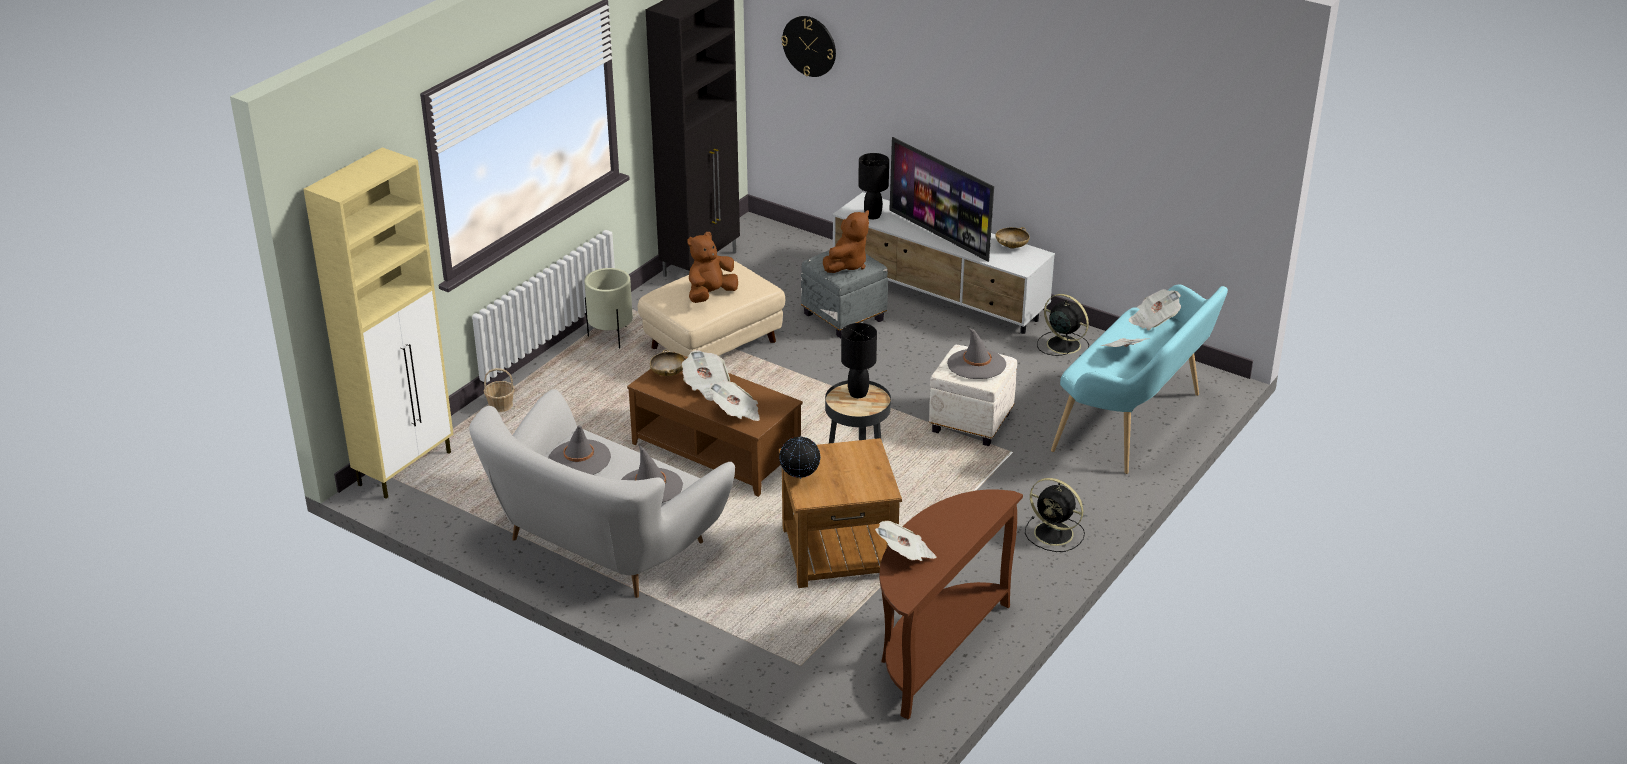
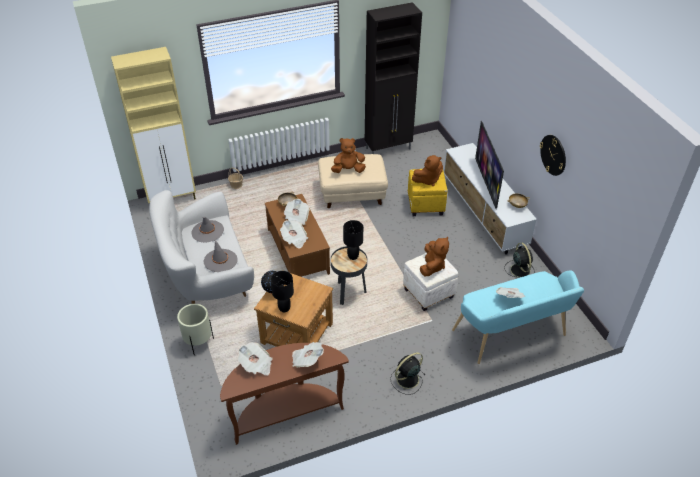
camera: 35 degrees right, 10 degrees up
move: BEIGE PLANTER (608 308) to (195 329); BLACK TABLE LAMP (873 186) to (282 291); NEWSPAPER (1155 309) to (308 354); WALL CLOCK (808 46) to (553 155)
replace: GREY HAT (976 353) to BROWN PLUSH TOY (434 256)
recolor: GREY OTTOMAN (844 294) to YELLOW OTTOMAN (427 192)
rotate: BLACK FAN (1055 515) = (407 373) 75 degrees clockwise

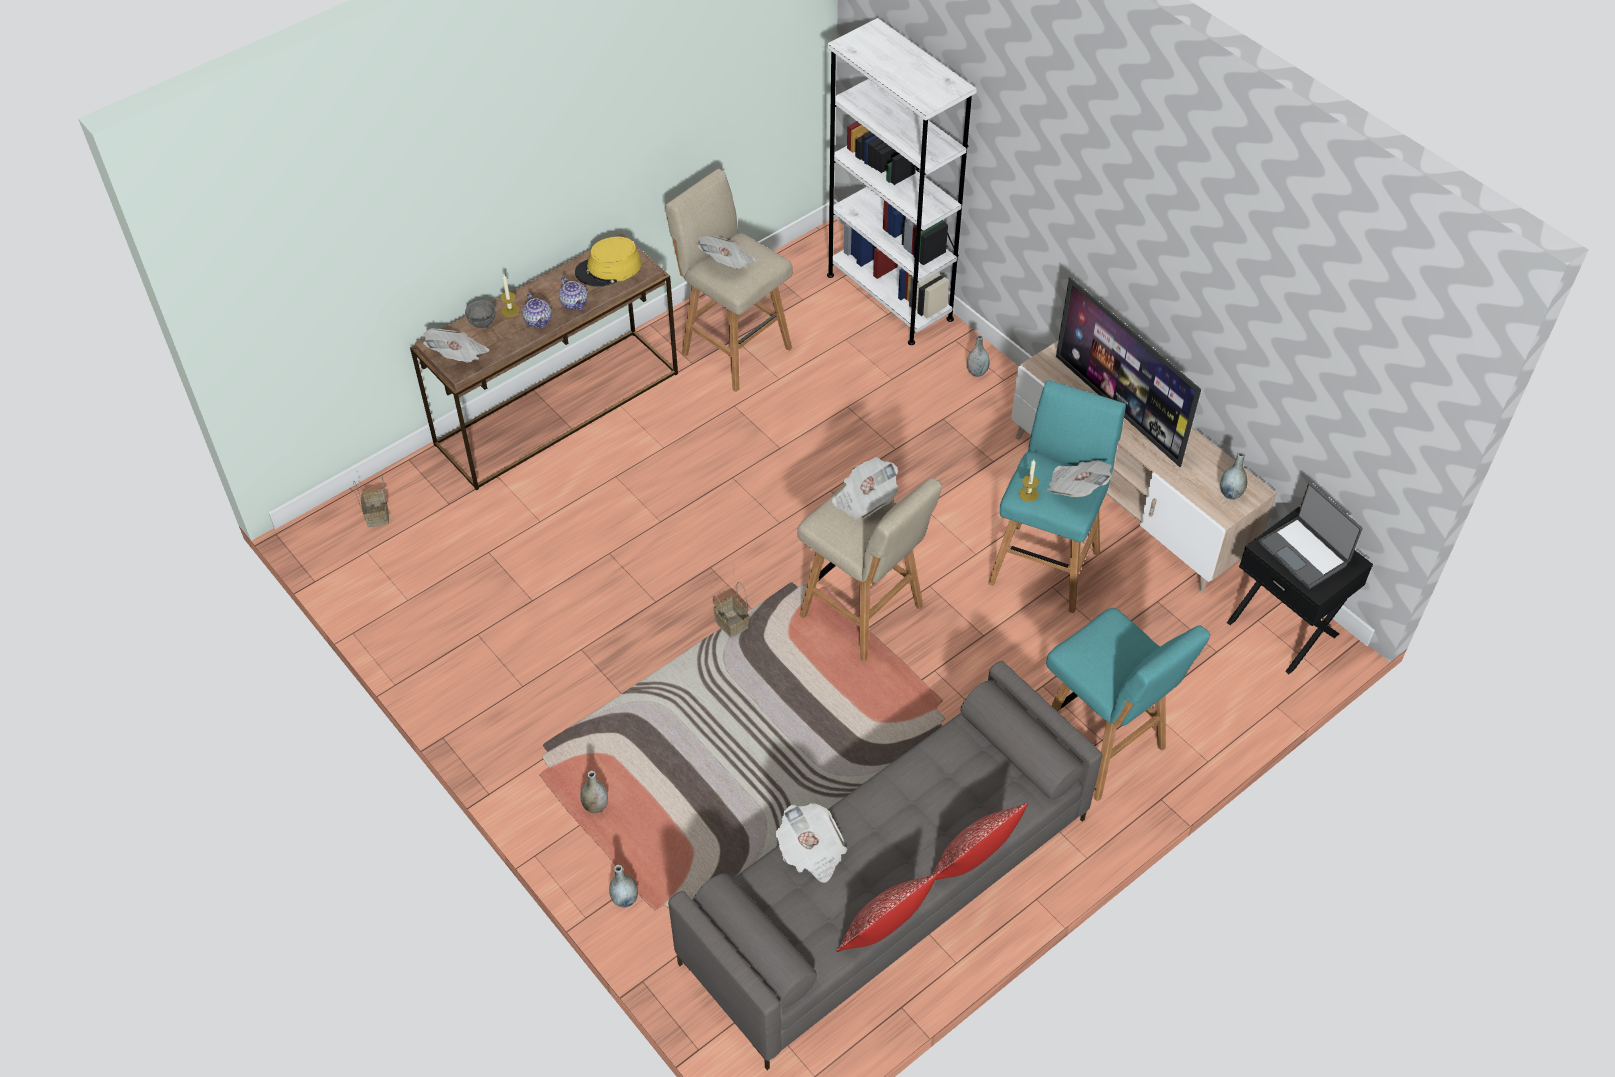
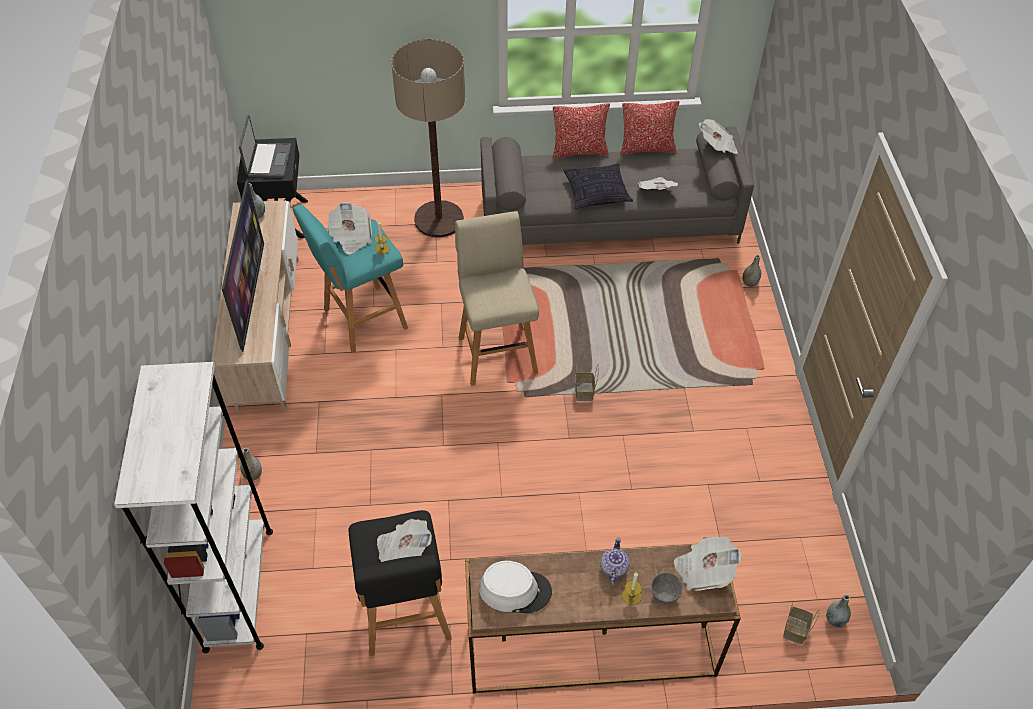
camera: 145 degrees left, 0 degrees up
delete: TEAPOT (573 293)
insert: PILLOW (598 186)
move: NEWSPAPER (865 489) to (718 136); GREY VASE (594 792) to (838 610)
replace: TURQUOISE STOOL (1128 705) to FLOOR LAMP (428 138)
recolor: BEIGE STOOL (728 280) to BLACK STOOL (400 583); YELLOW HAT (608 262) to WHITE HAT (515 587)

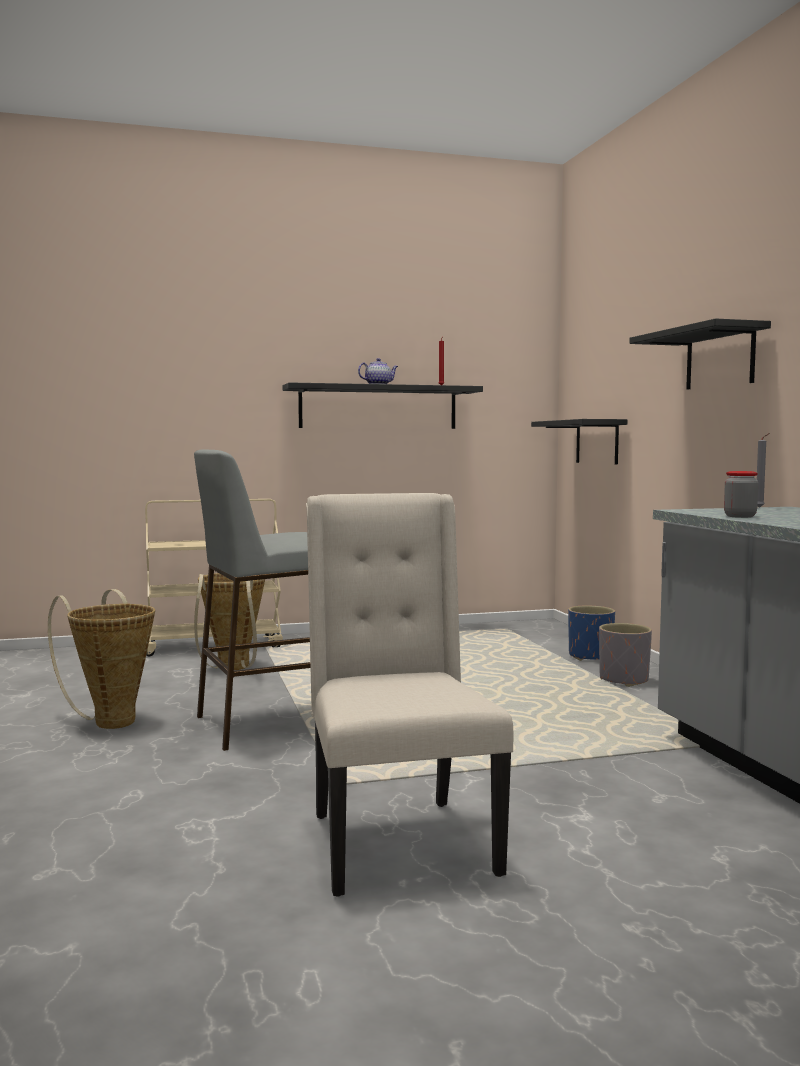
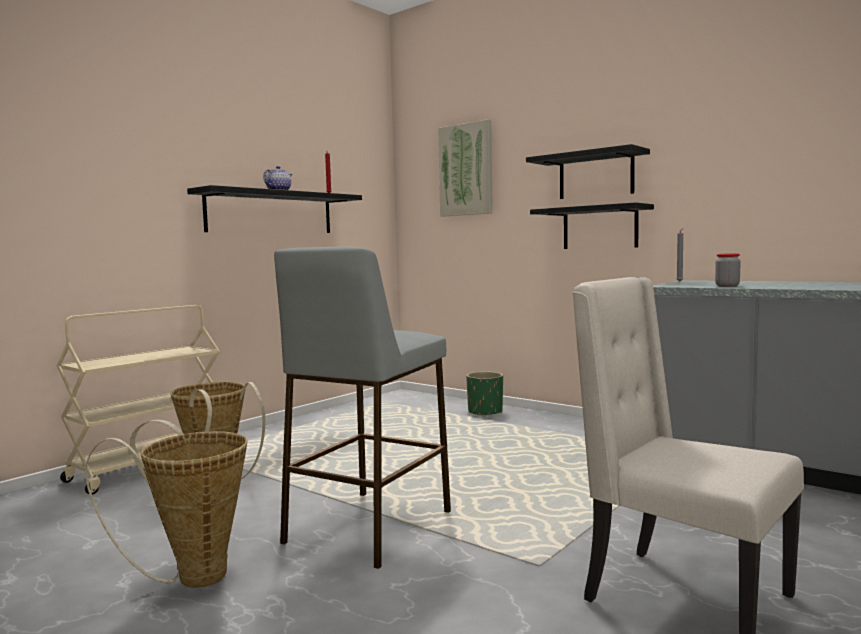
camera: 35 degrees left, 0 degrees up
delete: GREY PLANTER (625 655)
insert: PICTURE (465 168)
move: BLACK SHELF (579 441) to (592 225)
recolor: BLUE PLANTER (591 633) to GREEN PLANTER (484 394)

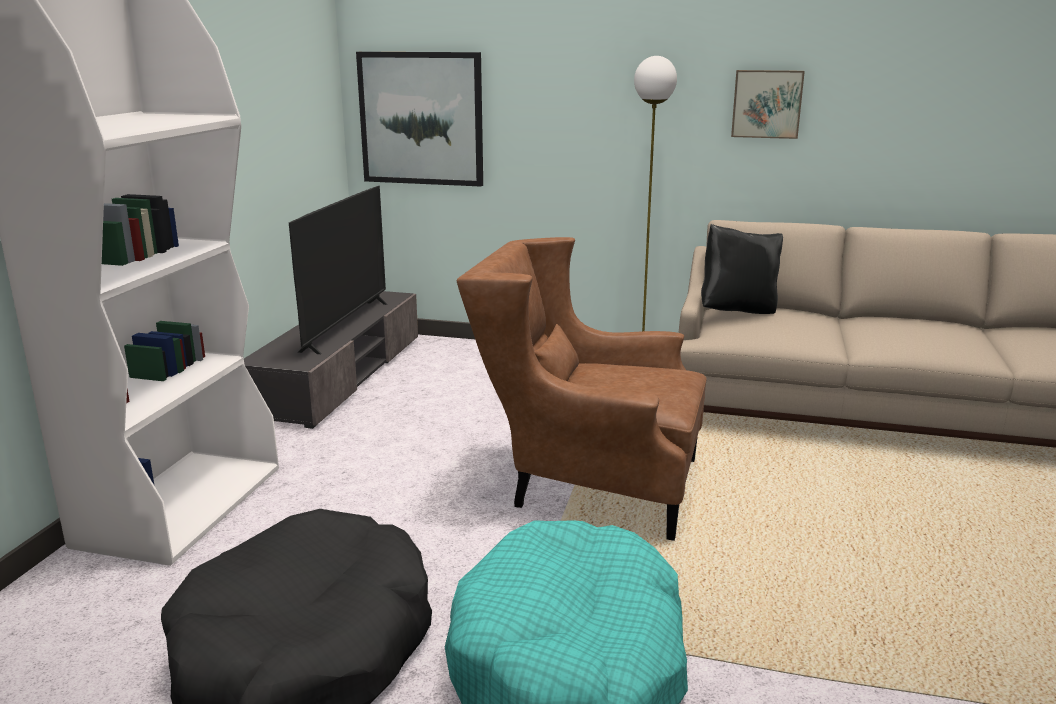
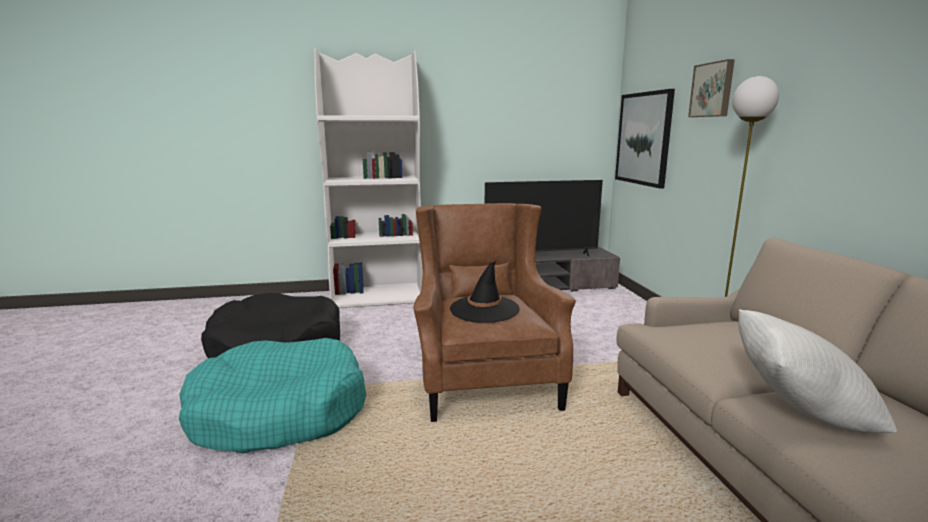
camera: 65 degrees right, 5 degrees down
delete: BLACK PILLOW (742 269)
insert: BLACK HAT (485 292); WHITE PILLOW (818 371)
move: PICTURE (768 104) to (711 88)

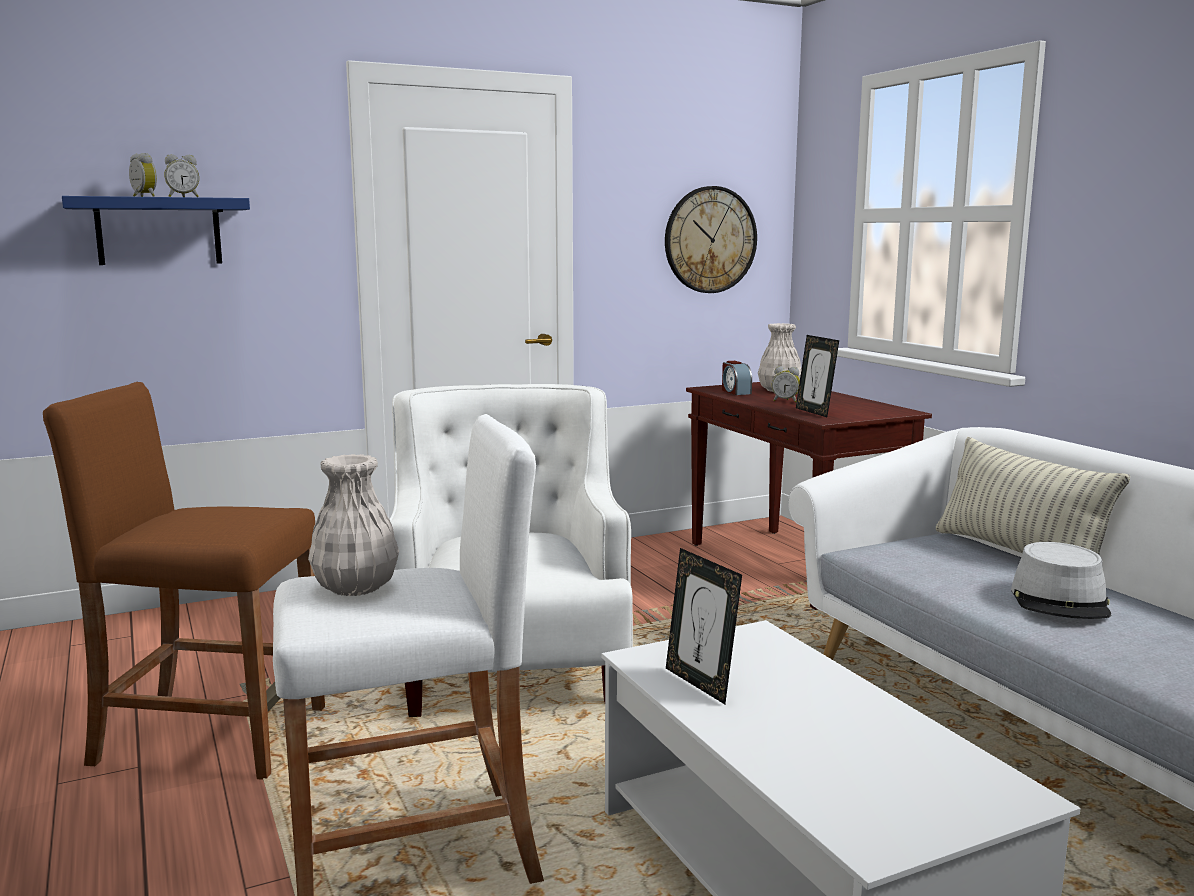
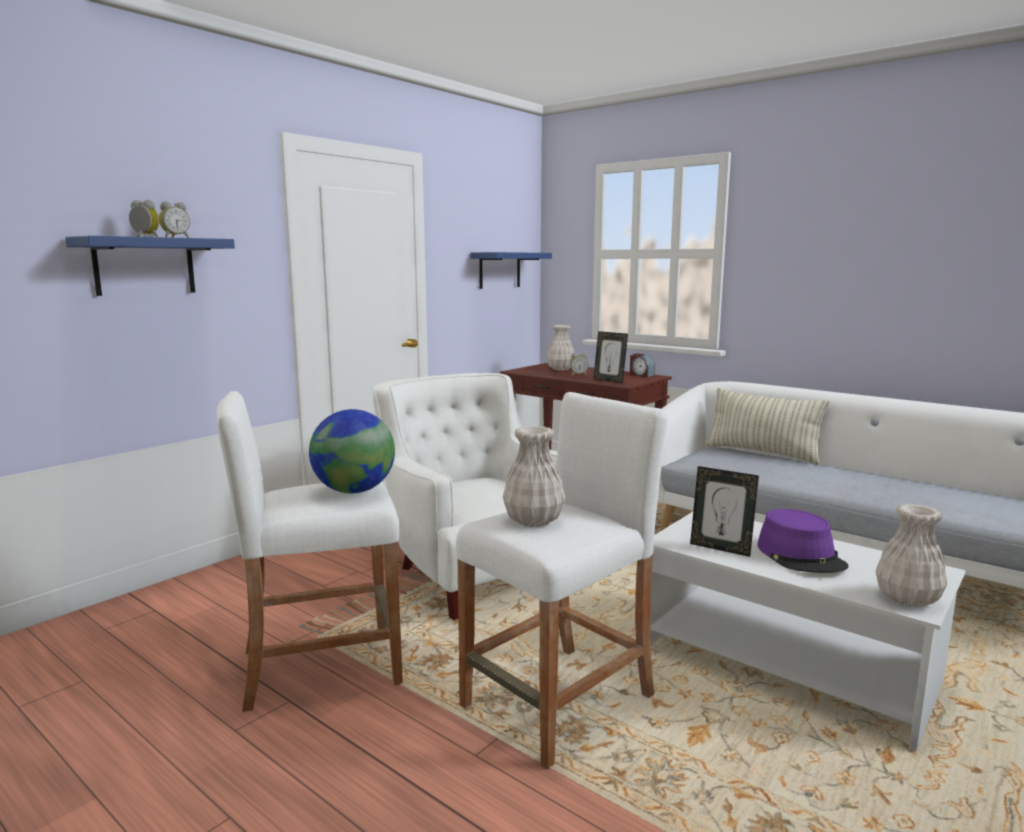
camera: 25 degrees left, 0 degrees up
delete: GREY HAT (1061 580)
insert: GLOBE (352 451); PURPLE HAT (802 541); WHITE VASE (911 555)
move: ALARM CLOCK (737 378) to (642 365)
replace: WALL CLOCK (711 239) to BLUE SHELF (511 270)
recolor: BROWN STOOL (184 581) to WHITE STOOL (310 551)

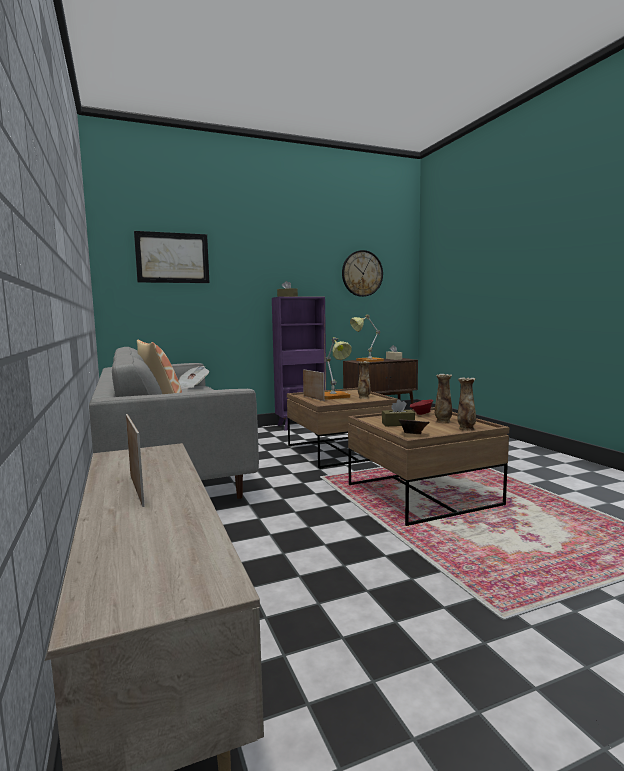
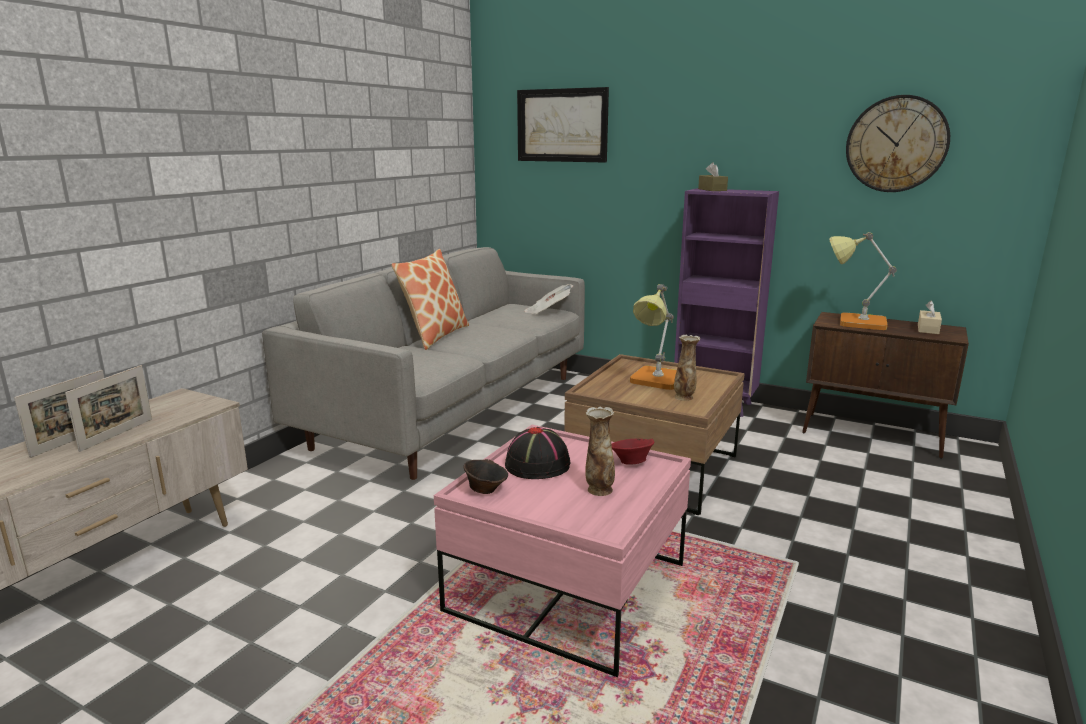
camera: 50 degrees right, 10 degrees up
delete: VASE (467 404)
move: PICTURE FRAME (314 385) to (108 408)
replace: BROWN TISSUE BOX (398 412) to BLACK HAT (538 453)
recolor: BROWN COFFEE TABLE (428 466) to PINK COFFEE TABLE (562 551)

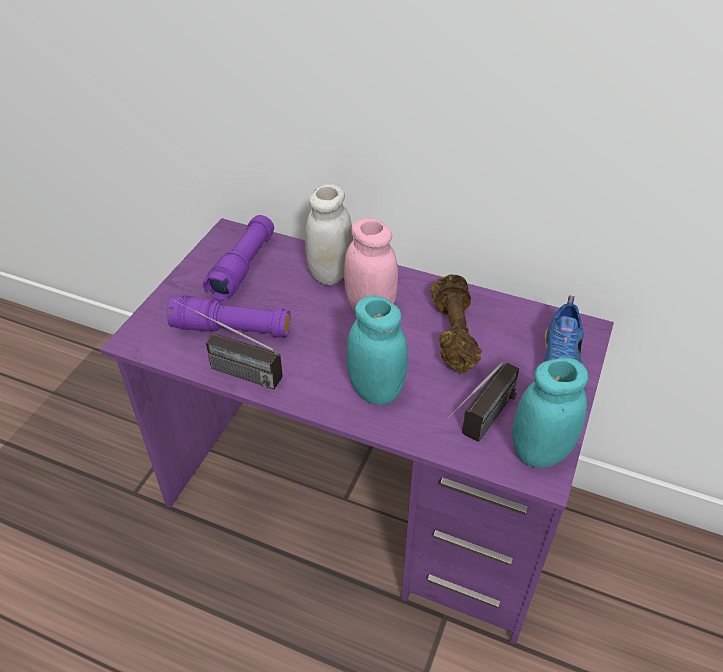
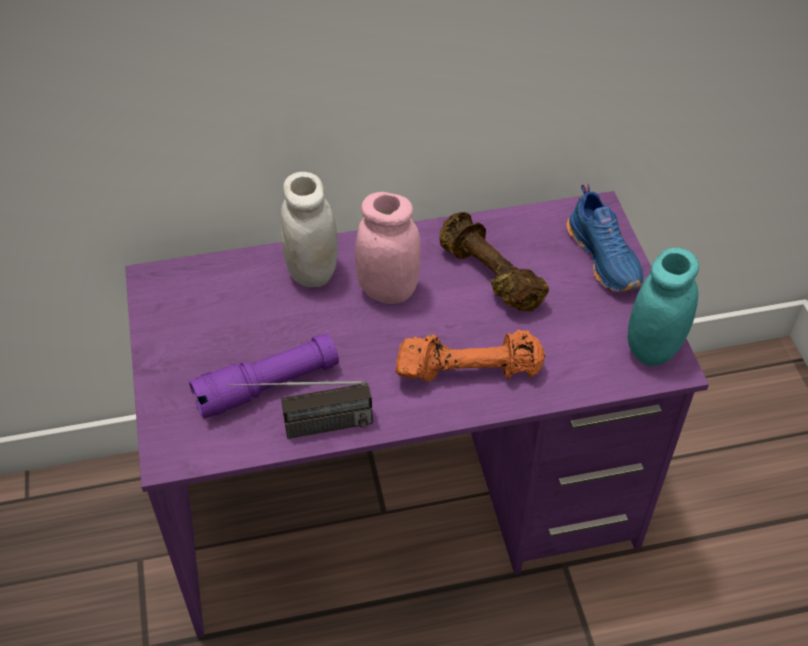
camera: 35 degrees left, 5 degrees up
delete: PURPLE FLASHLIGHT (238 258); RADIO (483 402)
replace: TURQUOISE JAR (377 350) to ORANGE DUMBBELL (470 355)

